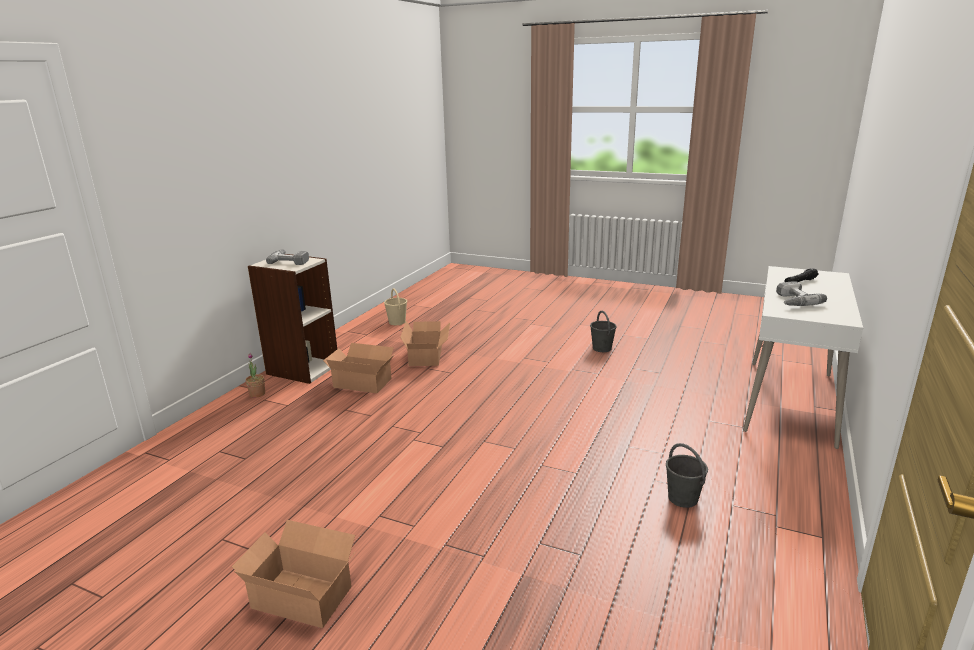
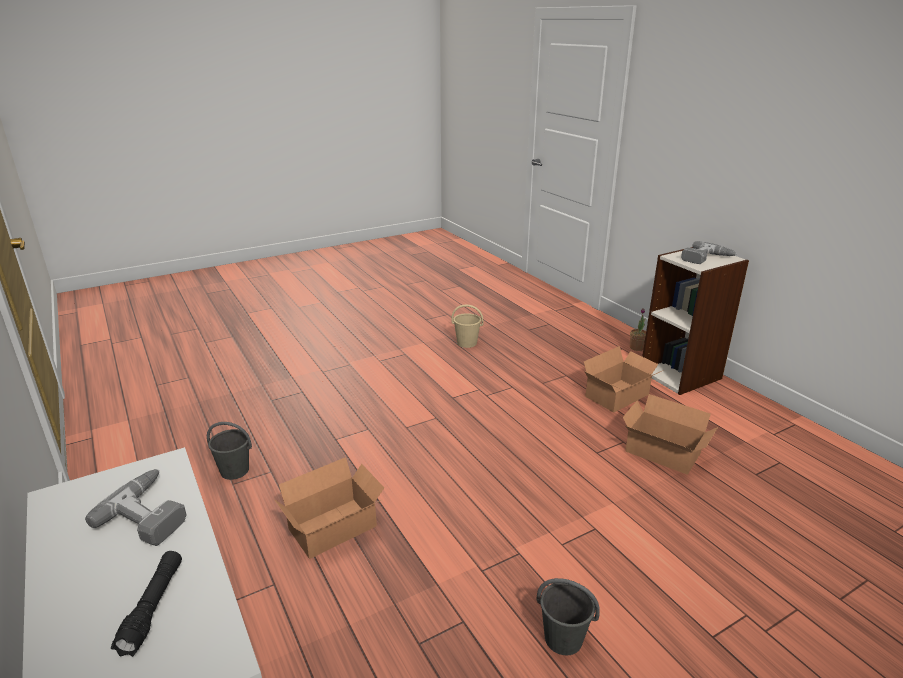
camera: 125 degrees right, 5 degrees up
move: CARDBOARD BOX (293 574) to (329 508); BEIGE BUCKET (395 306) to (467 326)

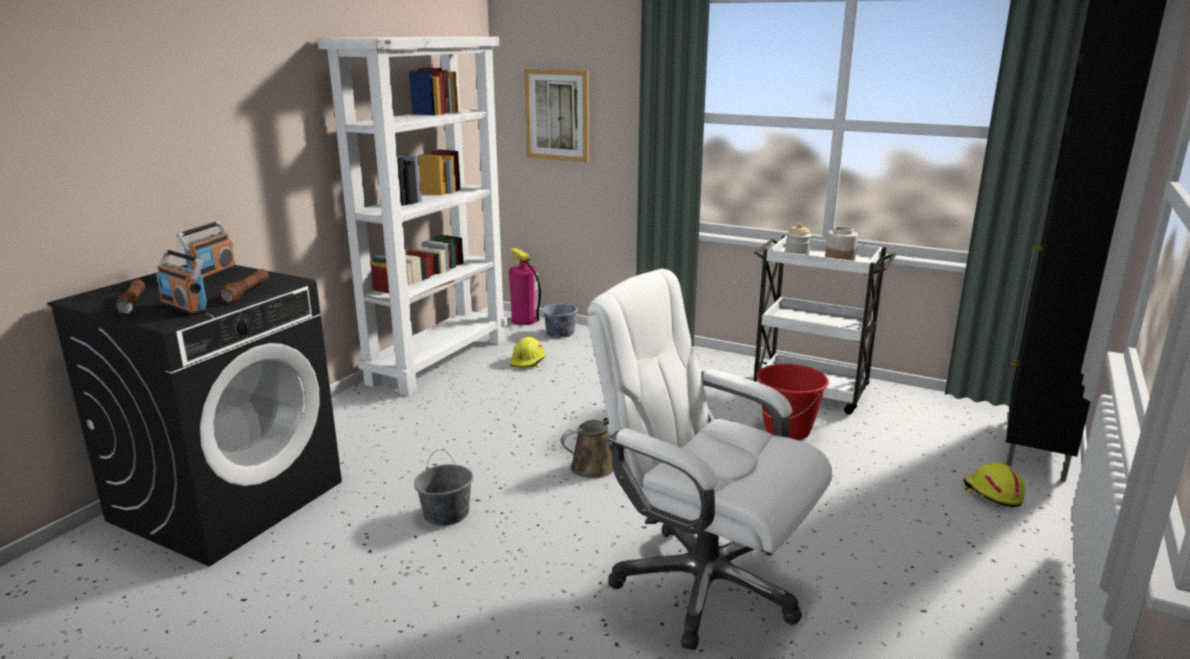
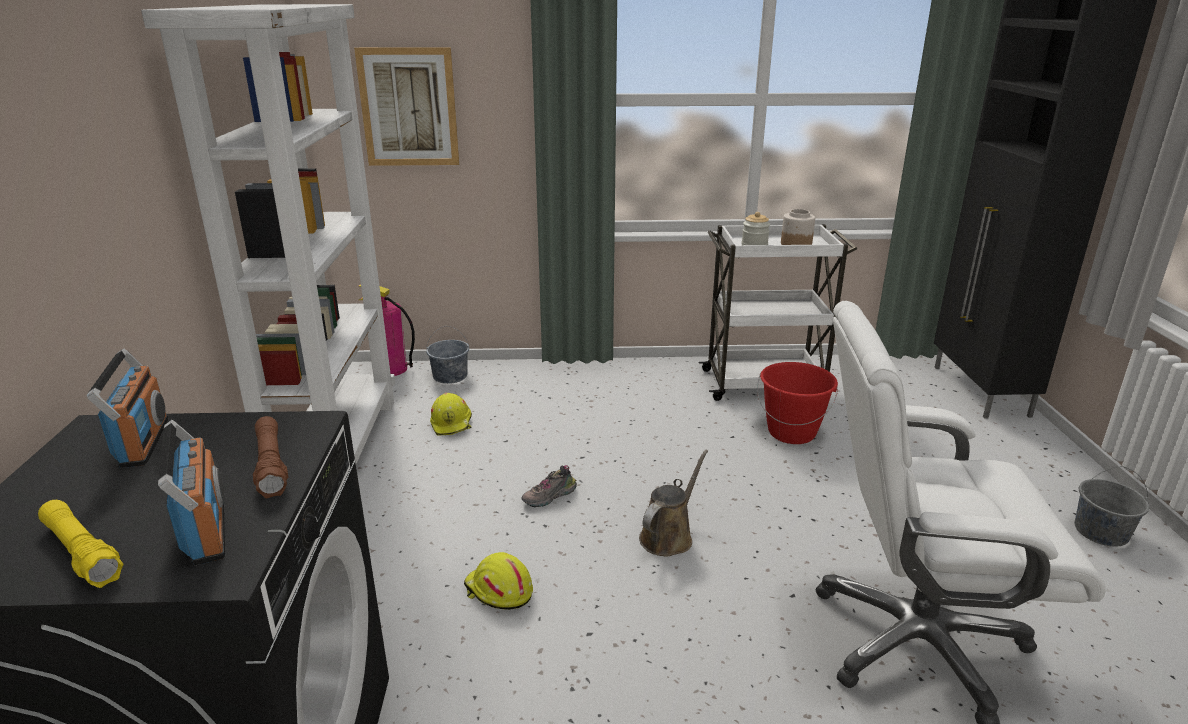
camera: 30 degrees left, 5 degrees up
insert: SHOE (549 486)
move: YELLOW HARD HAT (994 484) to (498 581); GREY BUCKET (443 488) to (1111 506)
recolor: BROWN FLASHLIGHT (130 297) to YELLOW FLASHLIGHT (81 544)
rotate: RADIO (181 282) = (191 493) 120 degrees counterclockwise

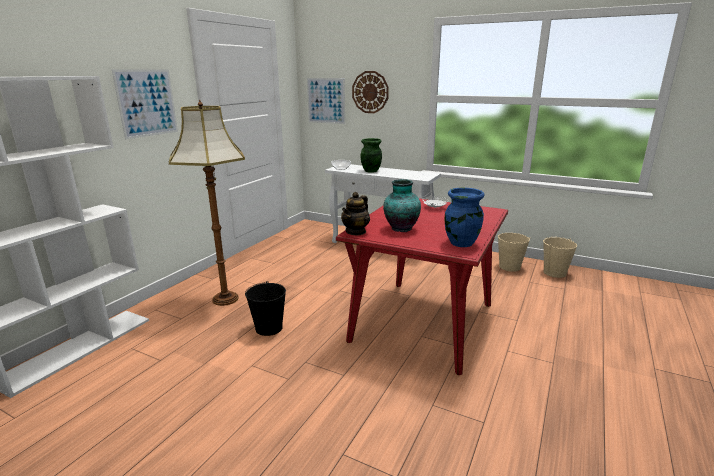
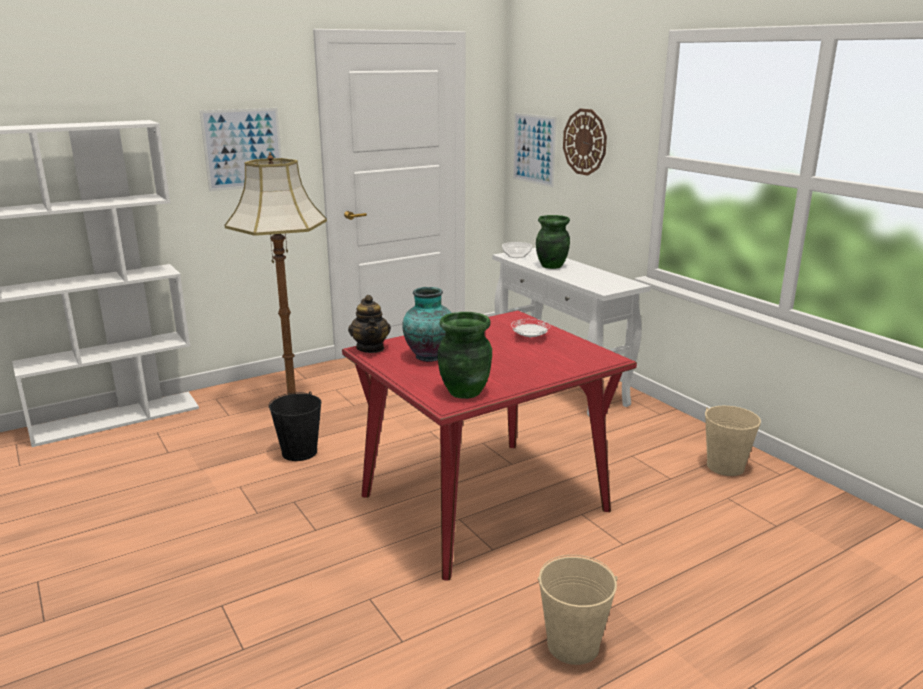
camera: 30 degrees right, 0 degrees up
move: BEIGE BUCKET (560 257) to (578 610)
recolor: BLUE VASE (464 217) to GREEN VASE (465 355)
rotate: TEAPOT (355 214) = (369 324) 75 degrees counterclockwise

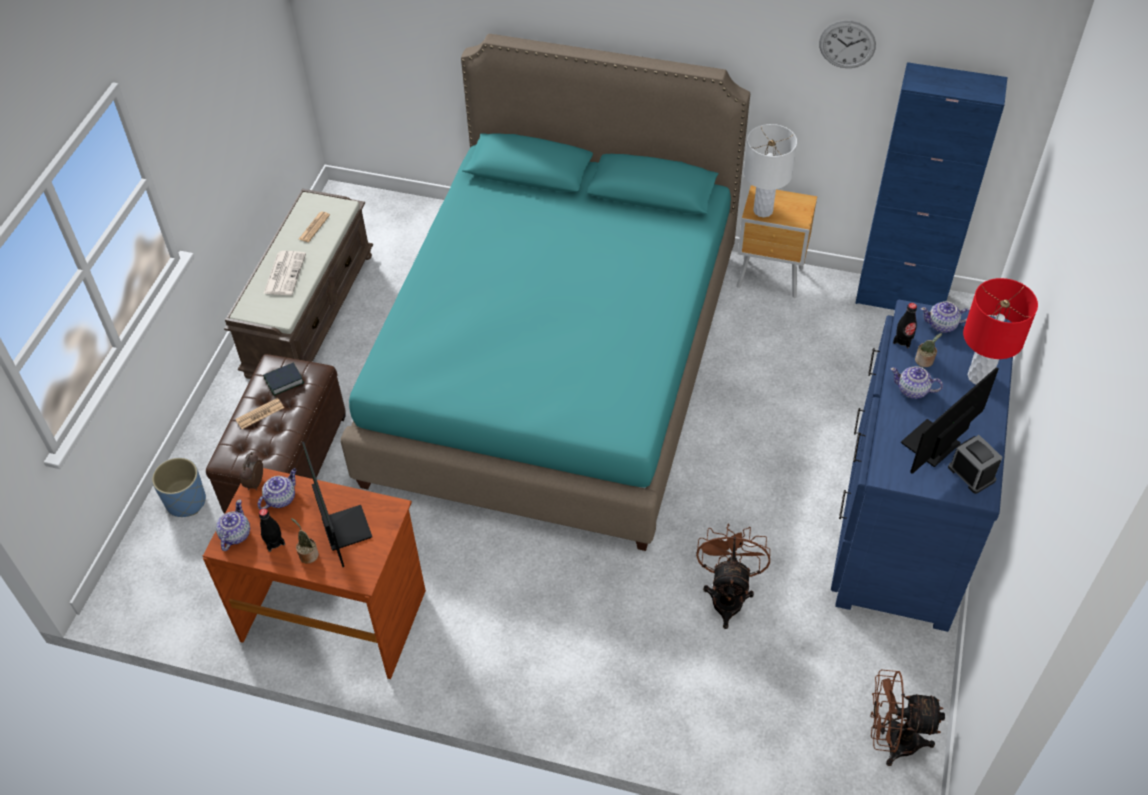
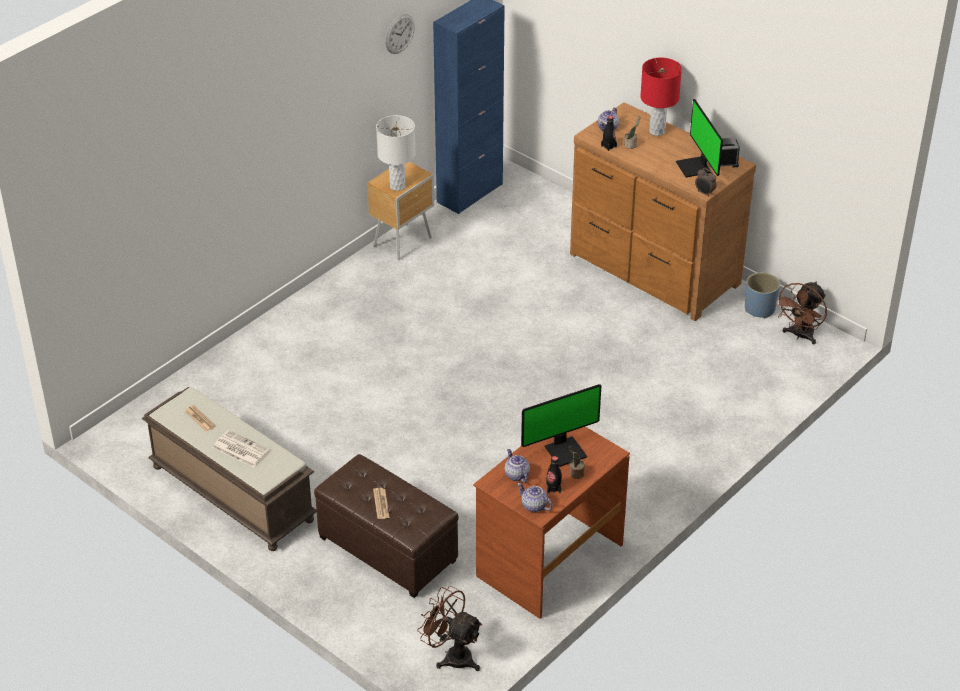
camera: 65 degrees left, 10 degrees down
delete: BOOK (283 379); TURQUOISE BED (545 292); TEAPOT (916 382)
move: BROWN FAN (733 576) to (450 628); ALARM CLOCK (251 471) to (706 182); BLUE PLANTER (179 487) to (762 295)
recolor: BLUE DRESSER (922 466) to BROWN DRESSER (663 211)
rotate: MONITOR (337 504) = (561 425) 150 degrees clockwise

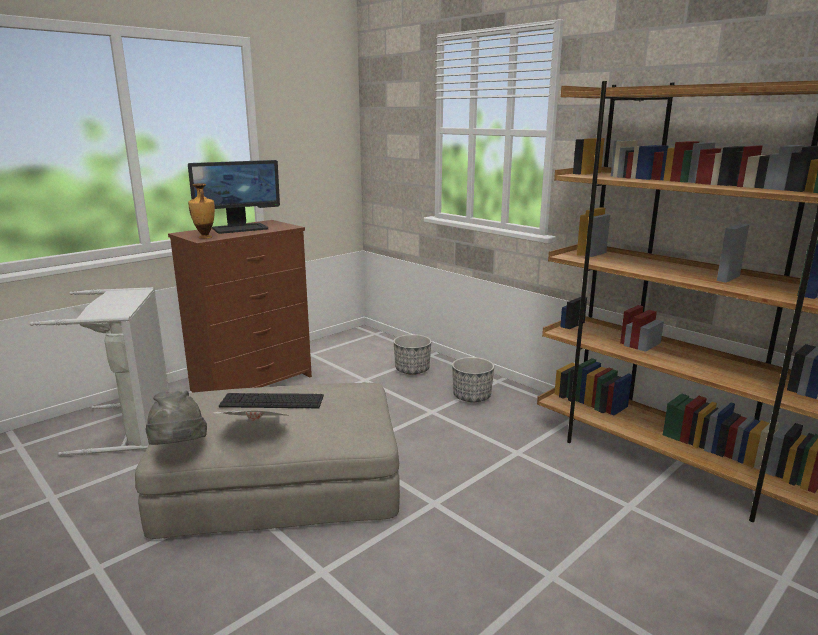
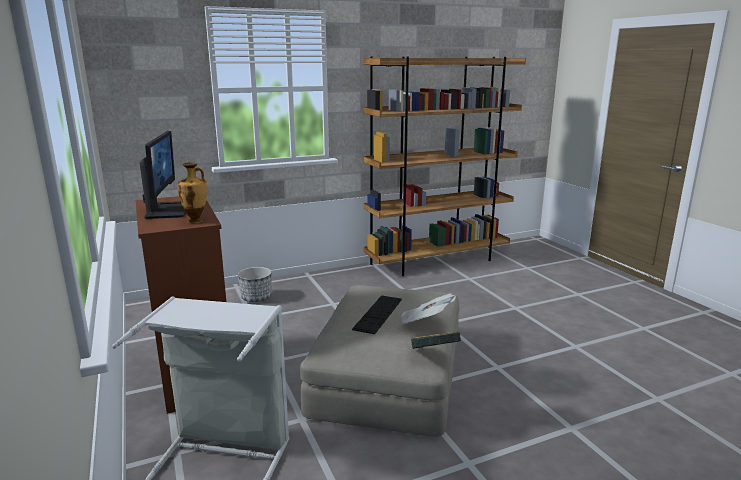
camera: 70 degrees left, 0 degrees up
delete: PLANTER (473 379)
replace: GREY HAT (176 418) to BOOK (436 340)

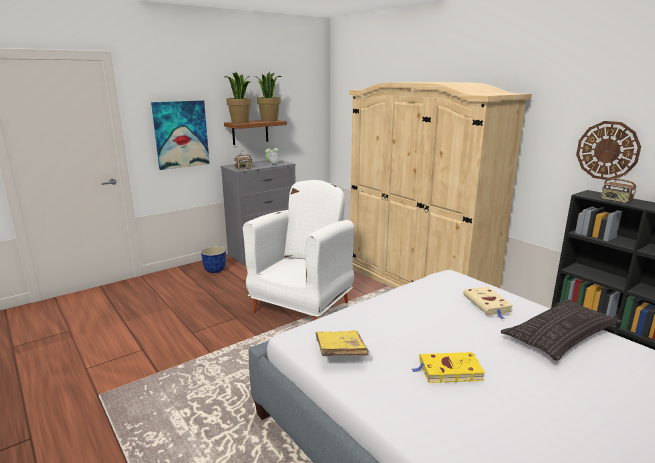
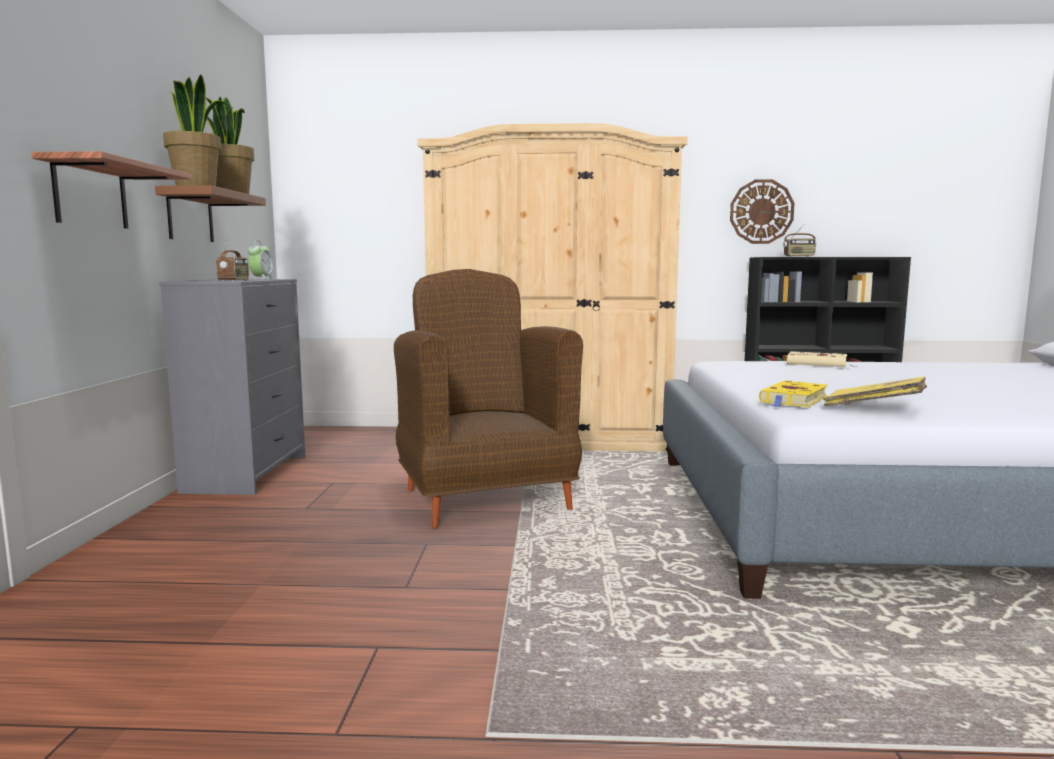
camera: 50 degrees left, 10 degrees down
delete: PLANTER (213 259); PILLOW (561 330)
move: YELLOW BOOK (448 367) to (793 394)
replace: PICTURE (180 135) to SHELF (111 190)
recolor: WHITE ARMCHAIR (298 250) to BROWN ARMCHAIR (488 398)

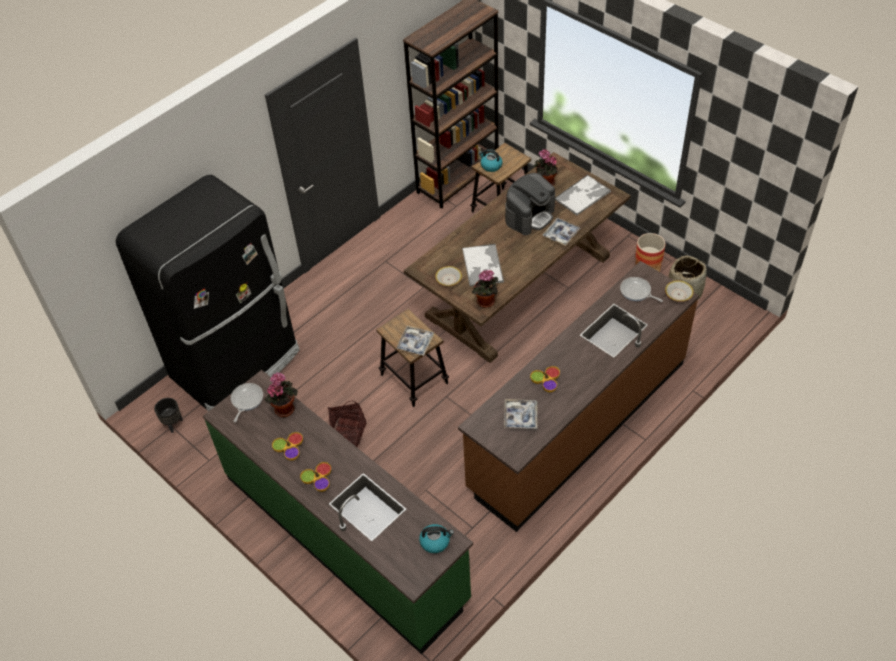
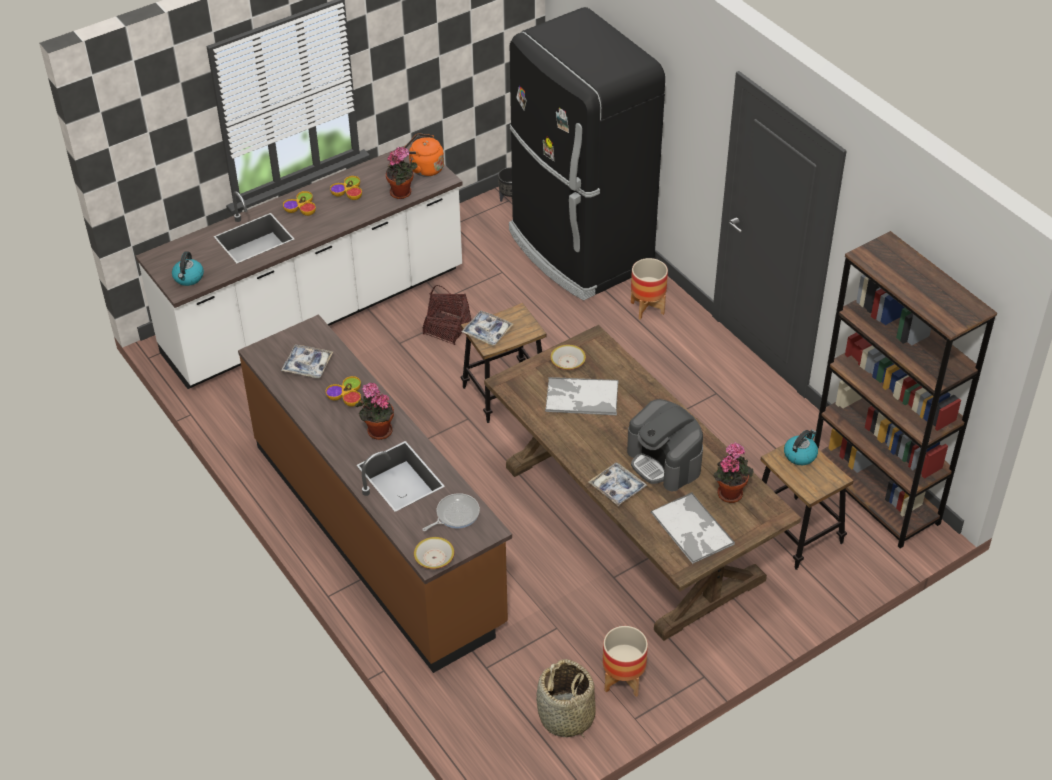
camera: 100 degrees right, 5 degrees down
insert: PLANTER (649 289)
move: POTTED PLANT (485 289) to (374 411)
replace: FRYING PAN (247 402) to ORANGE KETTLE (424 155)
recolor: GREEN COUNTER (338 512) to WHITE COUNTER (299 265)

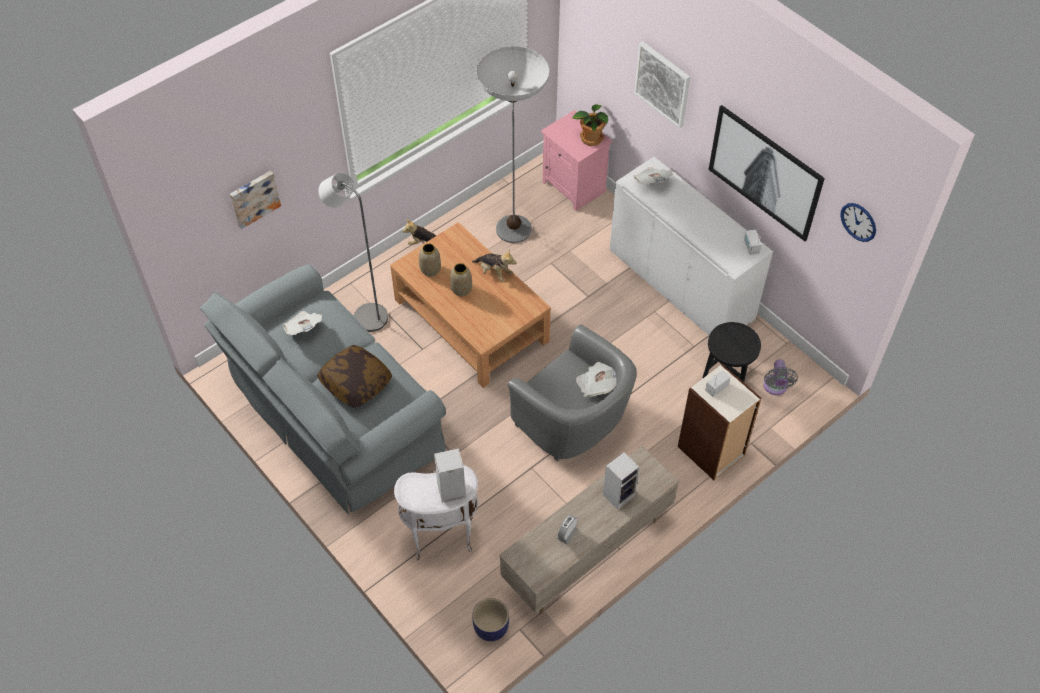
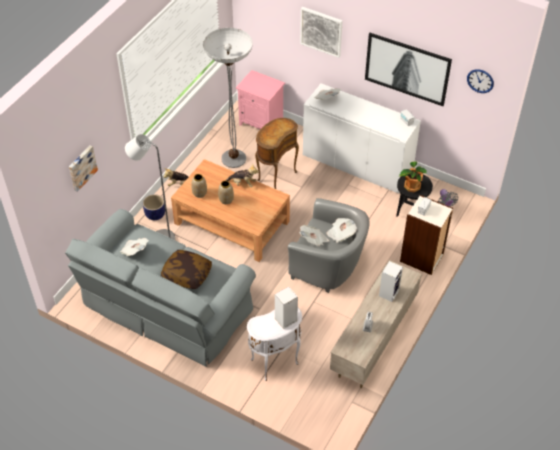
camera: 20 degrees left, 5 degrees down
insert: BROWN SIDE TABLE (277 153); NEWSPAPER (314 235)
move: PLANTER (490 619) to (154 207); POTTED PLANT (590 125) to (413 176)

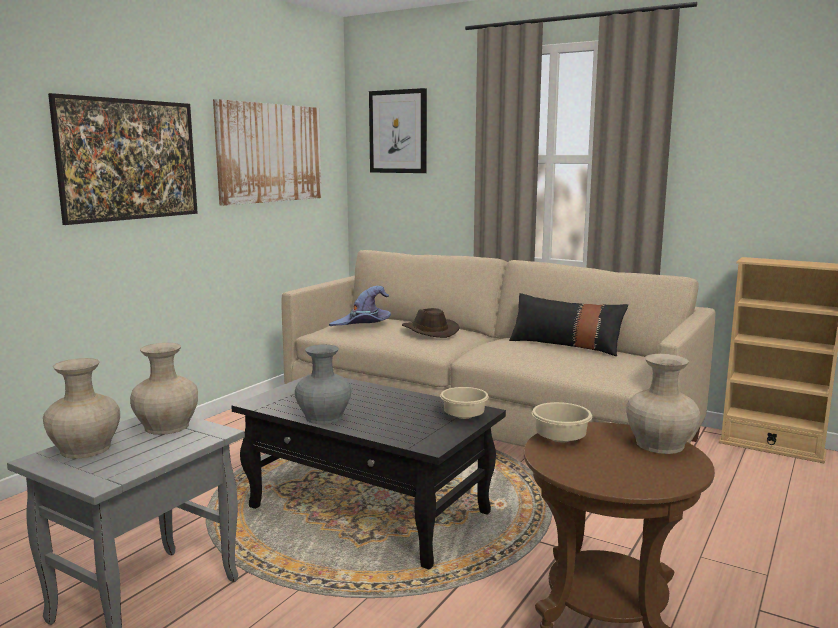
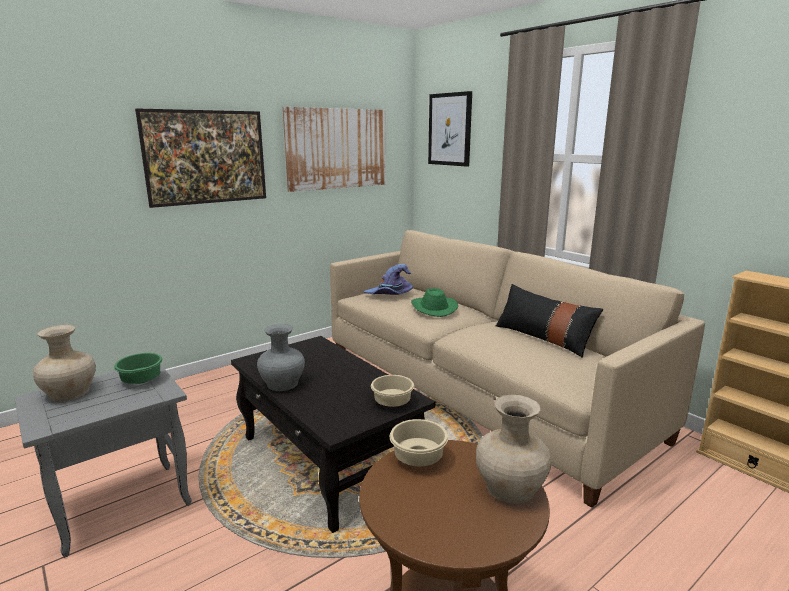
camera: 20 degrees right, 5 degrees up
replace: BEIGE VASE (164 389) to GREEN BOWL (138 368)
recolor: BROWN HAT (430 323) to GREEN HAT (434 302)

